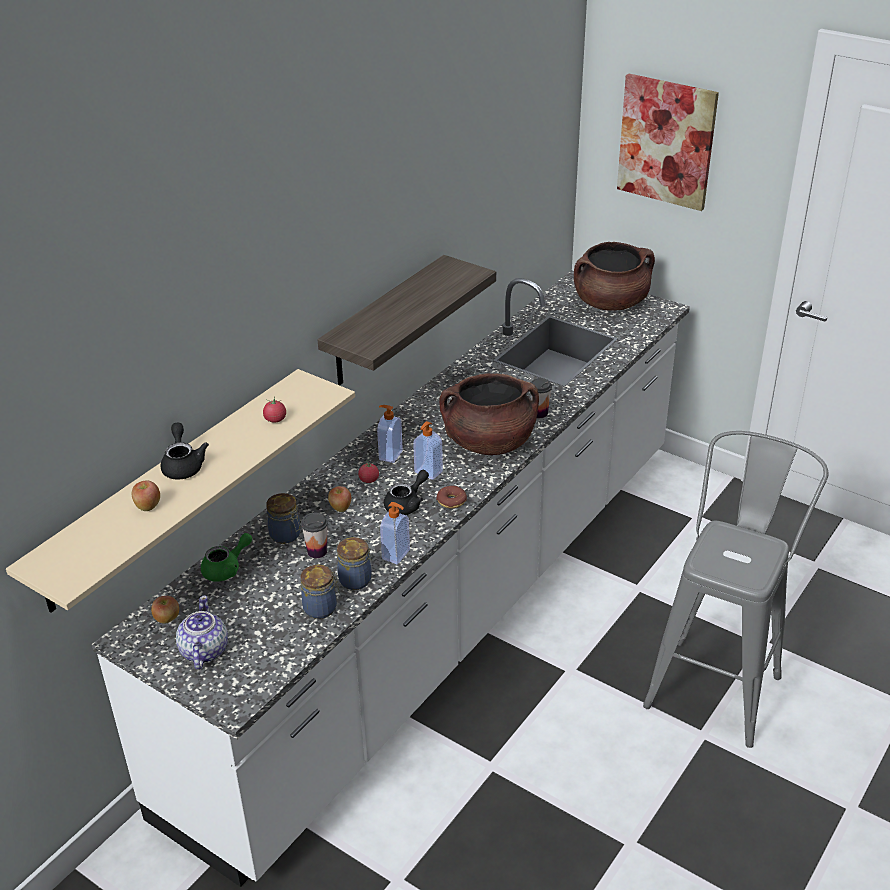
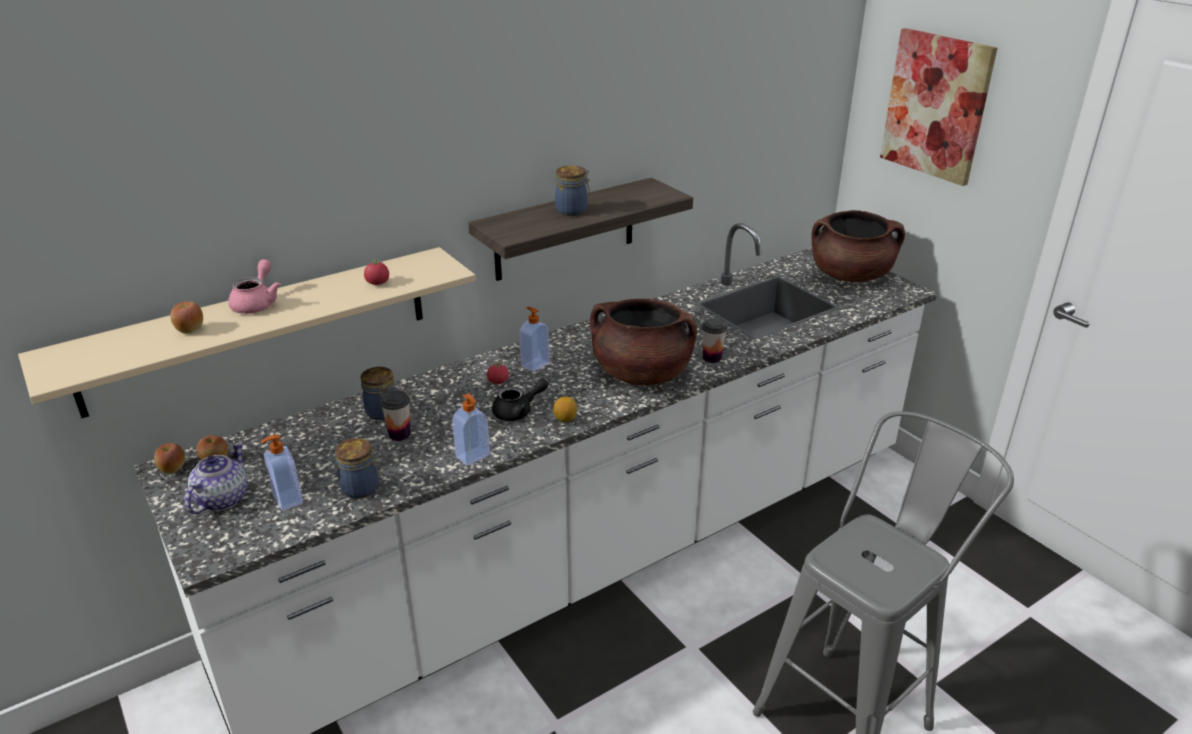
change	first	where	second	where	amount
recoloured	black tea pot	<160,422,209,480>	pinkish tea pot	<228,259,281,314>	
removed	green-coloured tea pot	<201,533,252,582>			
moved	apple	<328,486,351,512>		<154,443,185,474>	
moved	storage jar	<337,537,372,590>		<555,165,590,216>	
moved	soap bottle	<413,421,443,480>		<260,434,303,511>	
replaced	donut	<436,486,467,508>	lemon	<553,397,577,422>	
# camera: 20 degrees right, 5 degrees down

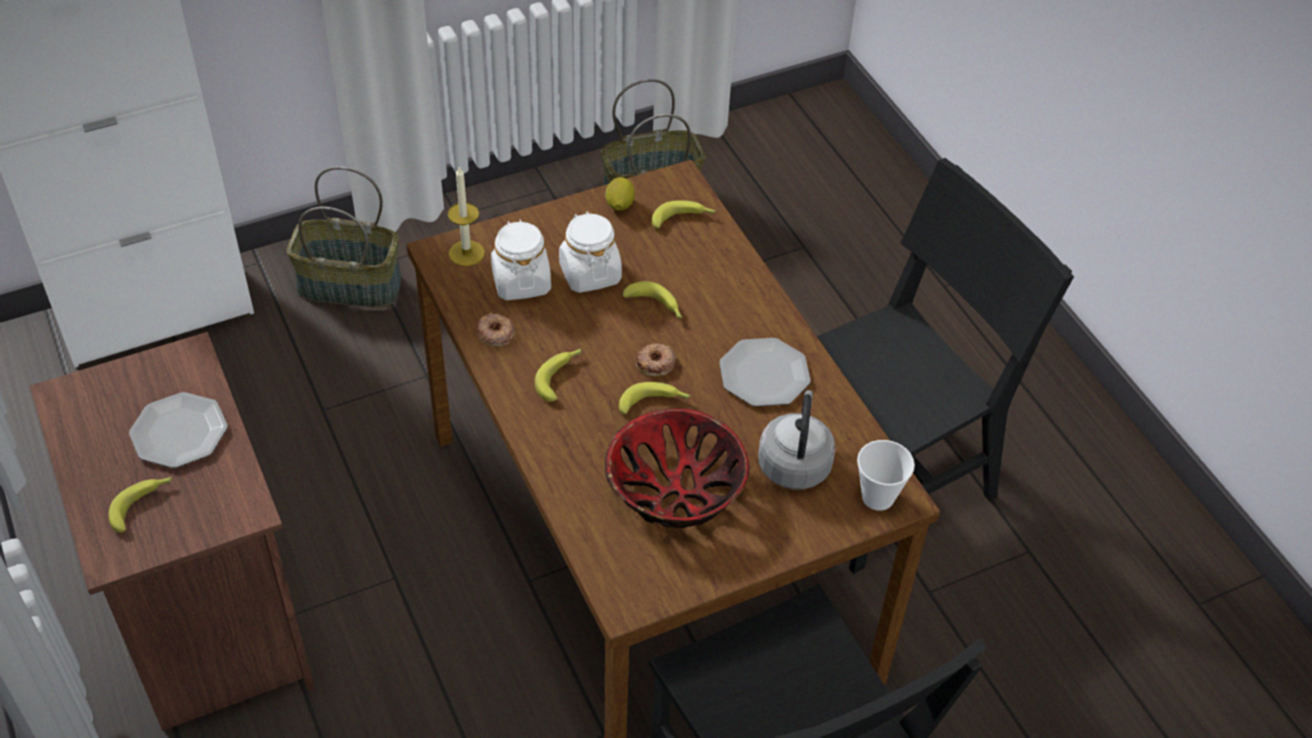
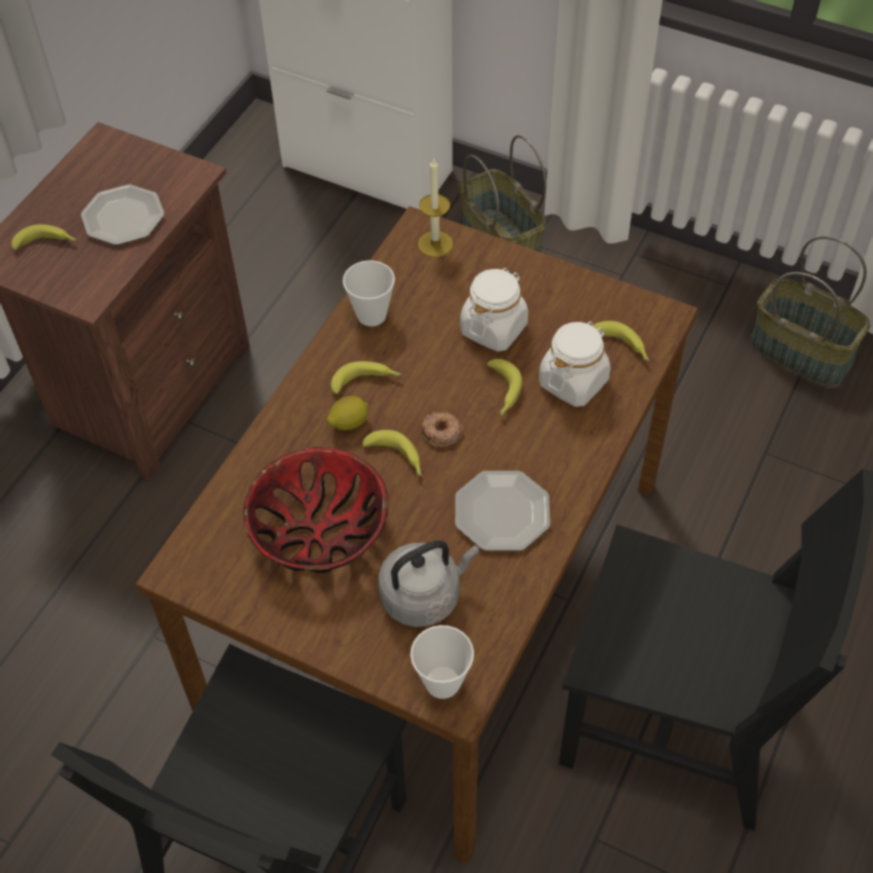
change	first	where	second	where	amount
replaced	donut	<477,313,515,346>	cup	<343,260,395,326>	
moved	whitish storage jar	<491,220,551,300>		<539,321,611,407>	
moved	lemon	<605,177,635,210>		<326,396,369,431>	
# camera: 55 degrees right, 5 degrees up

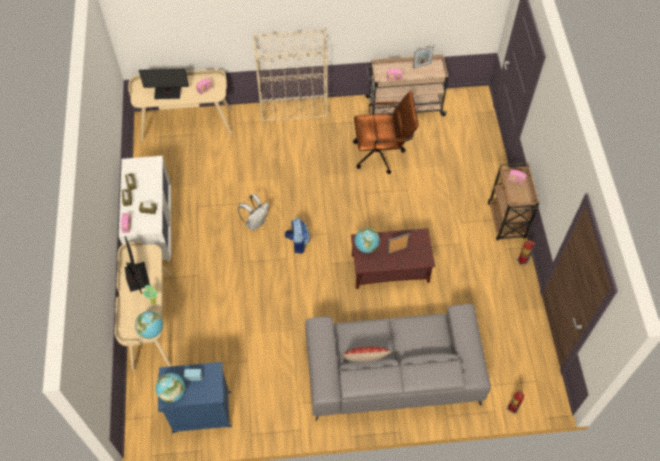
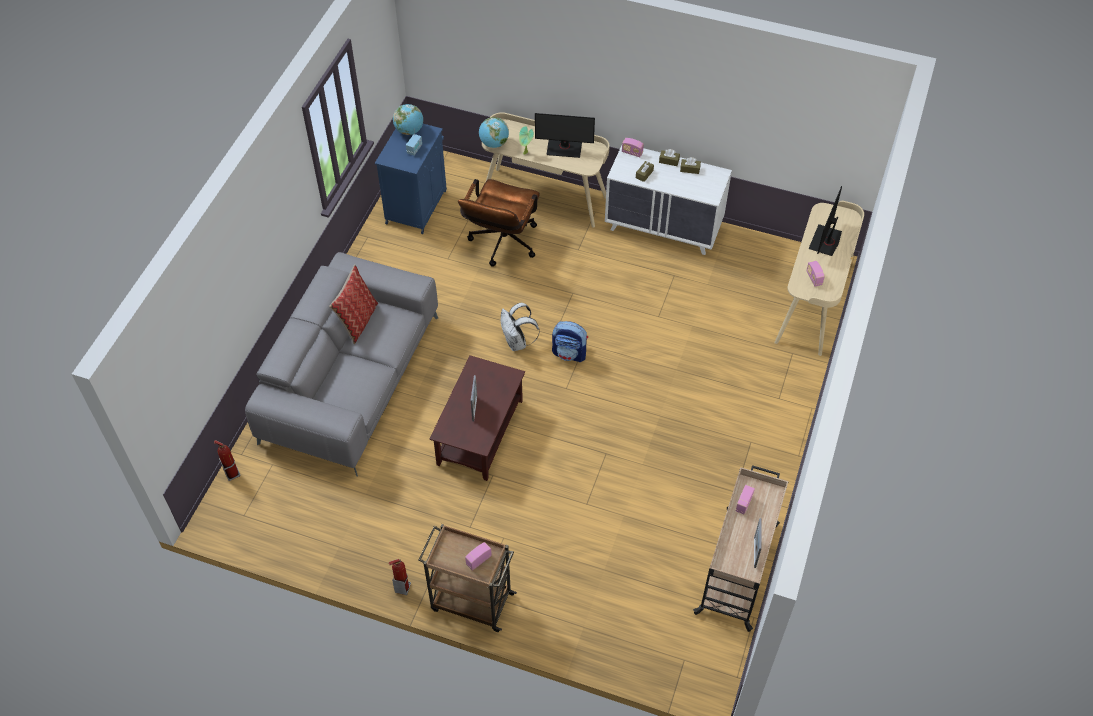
change	first	where	second	where	amount
moved	whitish backpack	<238,194,269,231>		<501,303,540,351>	
removed	beige bookcase	<253,30,328,124>			
moved	brown-coloured desk chair	<353,91,419,174>		<458,179,540,267>	
removed	world globe	<355,227,380,253>			
# camera: 115 degrees right, 5 degrees down

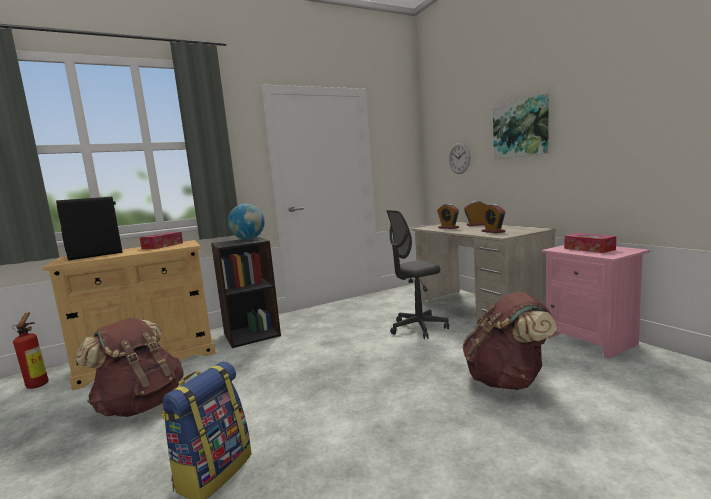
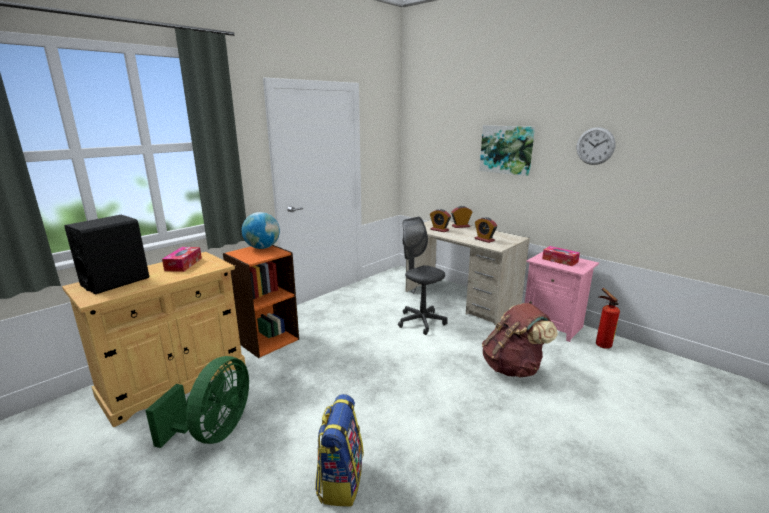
change	first	where	second	where	amount
moved	extinguisher	<12,312,49,389>		<596,288,620,349>	
replaced	brown-coloured backpack	<75,318,183,417>	green-coloured fan	<145,356,249,448>	
recoloured	black bookcase	<211,237,281,348>	orange bookcase	<223,245,299,358>	
turned	greyish desk chair	<386,210,449,339>		<398,217,448,335>	90 degrees clockwise
moved	wall clock	<449,143,470,174>		<577,127,616,165>	
# camera: 20 degrees left, 10 degrees up

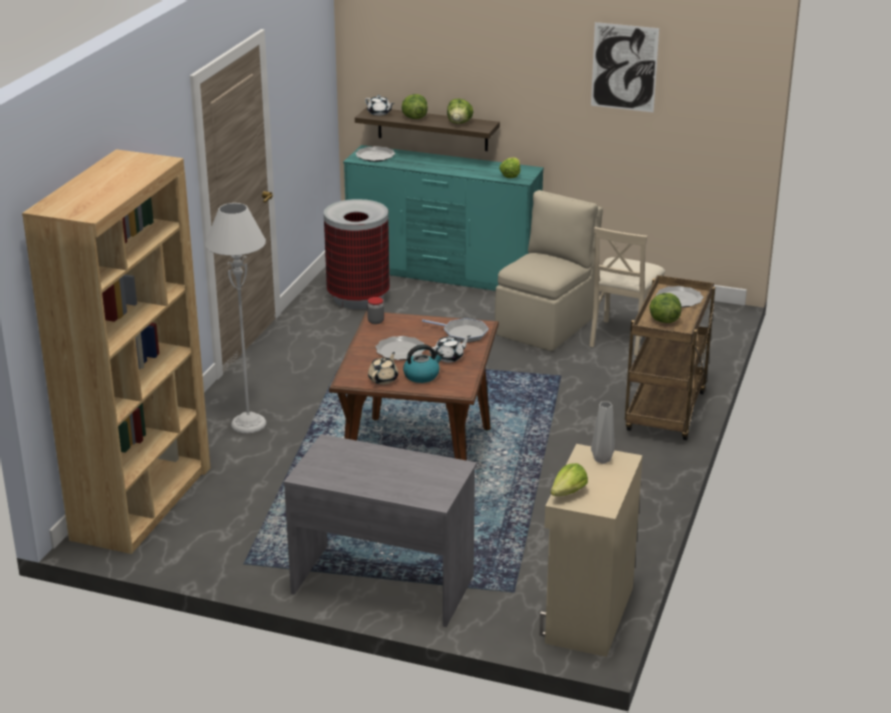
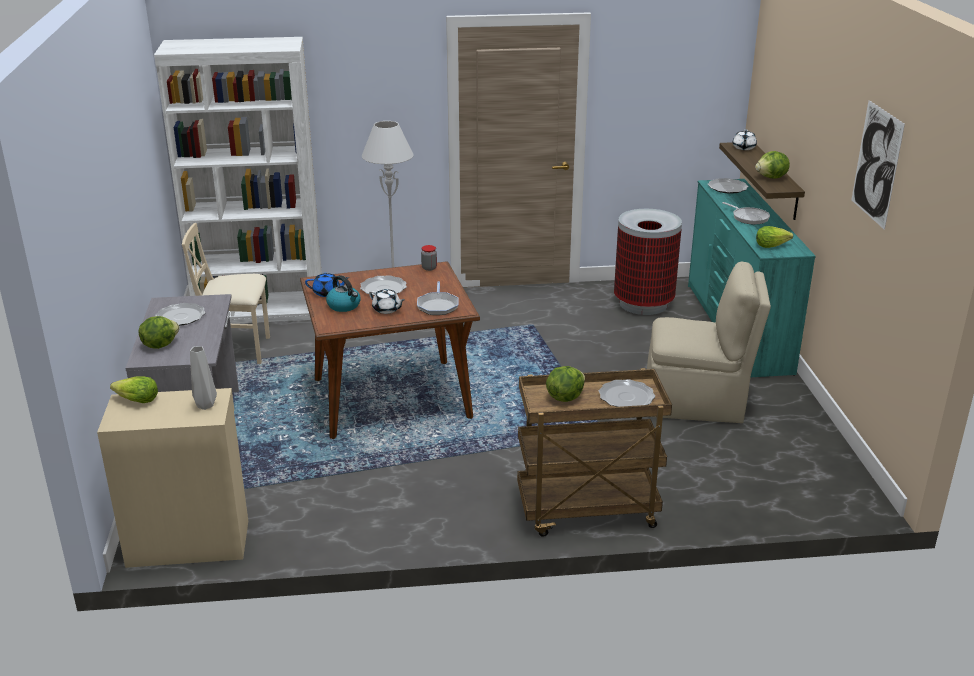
change	first	where	second	where	amount
recoloured	brown-coloured bookcase	<22,149,211,554>	whitish bookcase	<154,37,322,324>	
recoloured	beige tea pot	<368,352,398,385>	blue-coloured tea pot	<305,273,349,297>	
moved	head of lettuce	<402,94,428,119>		<138,316,180,349>	
moved	beige chair	<590,227,665,356>		<182,223,270,364>	
added			plate	<155,303,205,326>	
added			pan	<722,202,770,224>	
# camera: 65 degrees right, 0 degrees up

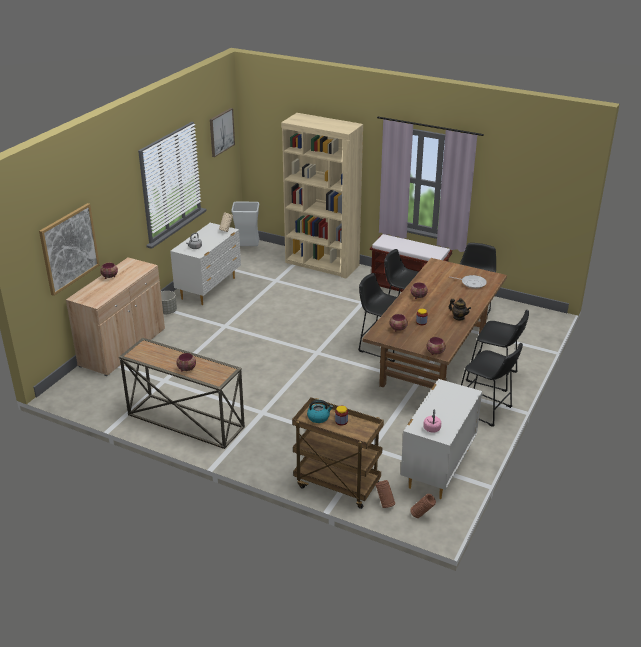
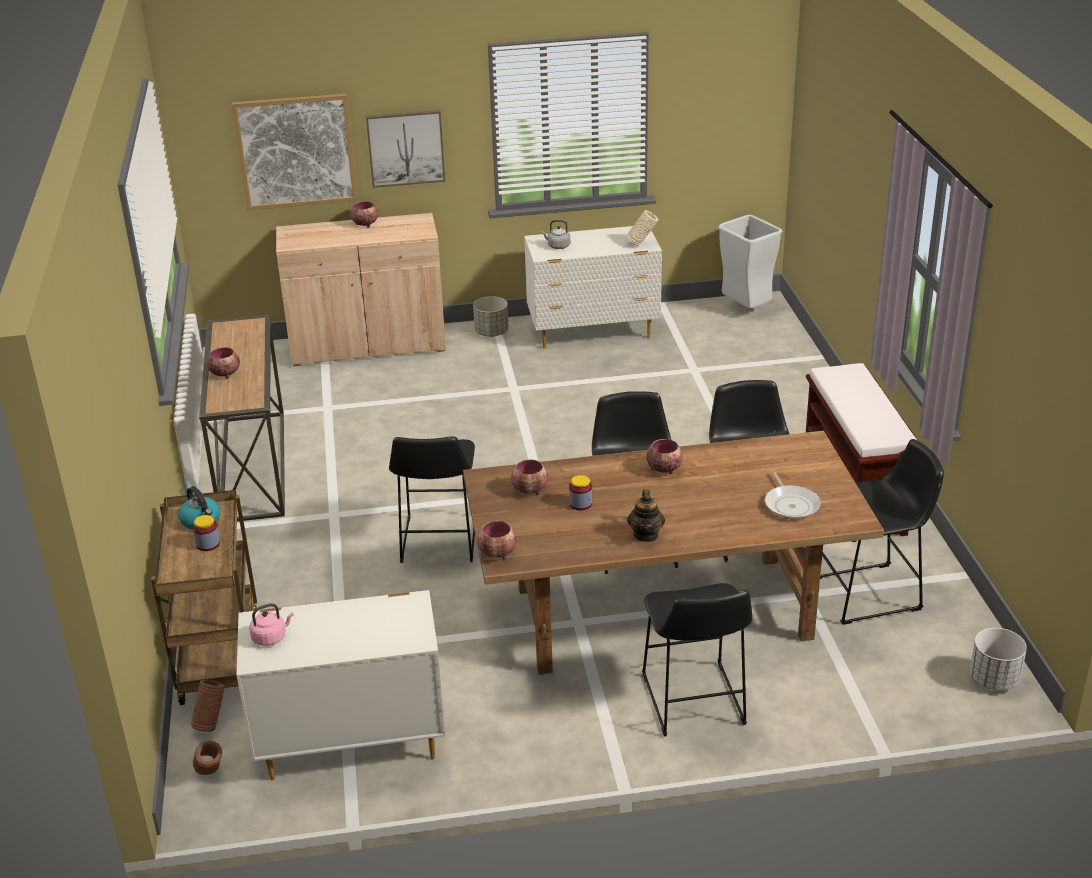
change	first	where	second	where	amount
moved	wall art	<210,108,235,157>		<366,110,445,188>	
removed	beige bookcase	<281,113,363,279>			
moved	black sitting stool	<461,343,523,427>		<389,436,475,563>	
added			whitish plant pot	<970,628,1027,691>	
# camera: 55 degrees right, 0 degrees up

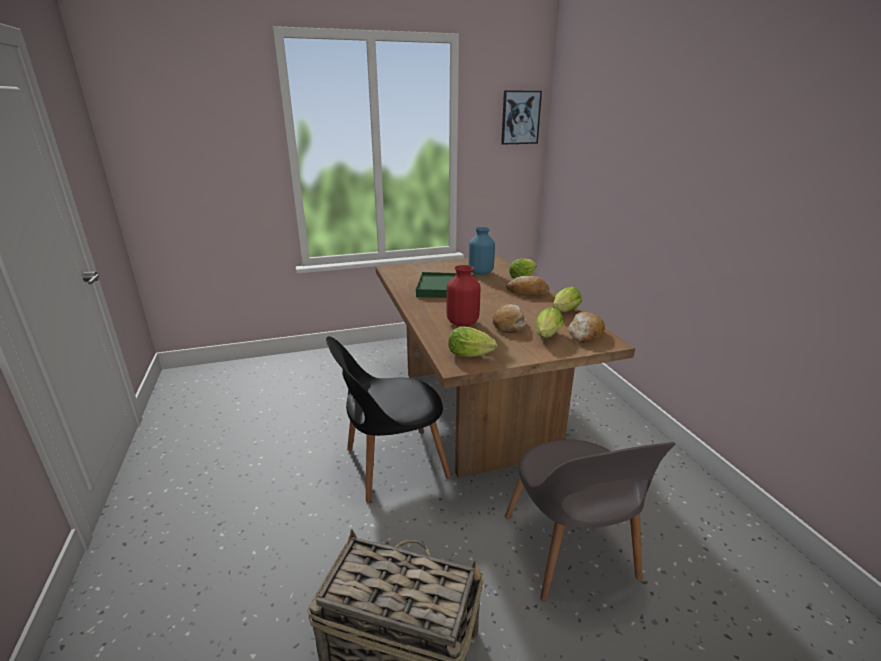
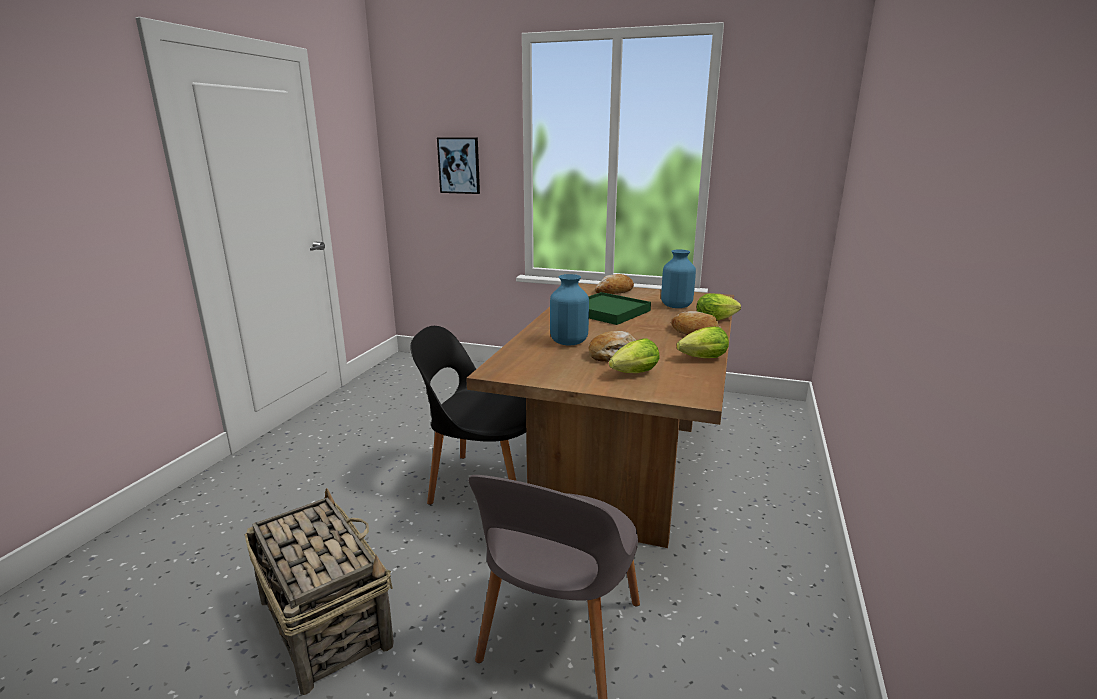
change	first	where	second	where	amount
recoloured	red vase	<447,265,480,326>	blue-coloured vase	<550,274,589,345>	
removed	head of lettuce	<448,327,497,357>			
moved	wall art	<501,91,542,145>		<437,138,480,194>	
moved	baked bread	<569,312,605,343>		<595,274,634,294>	
# camera: 35 degrees right, 5 degrees down

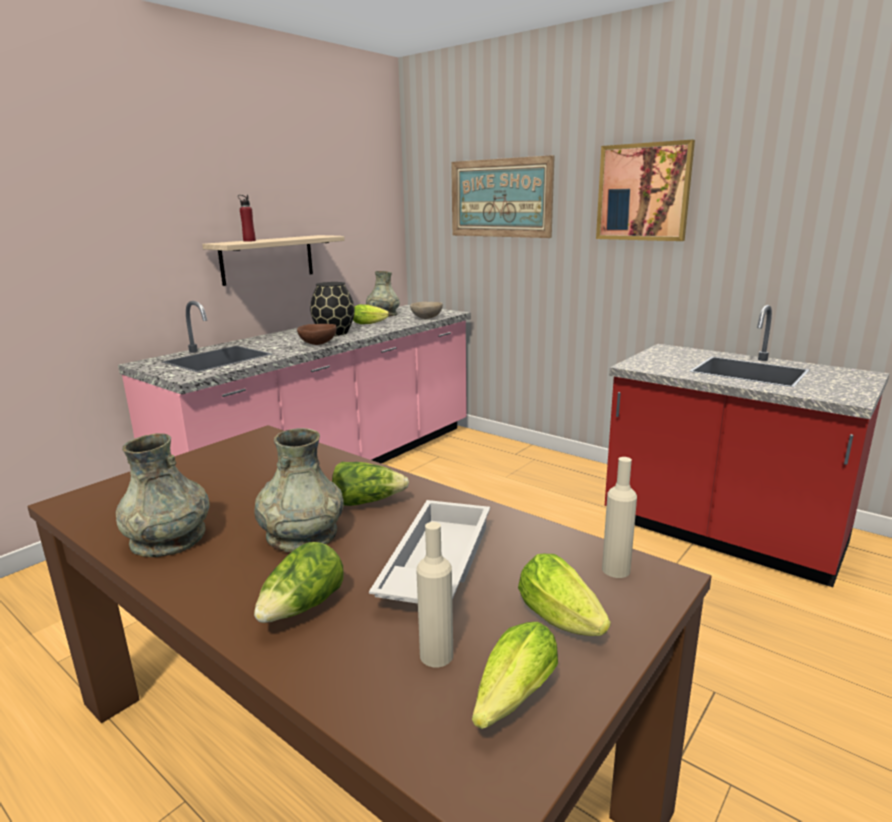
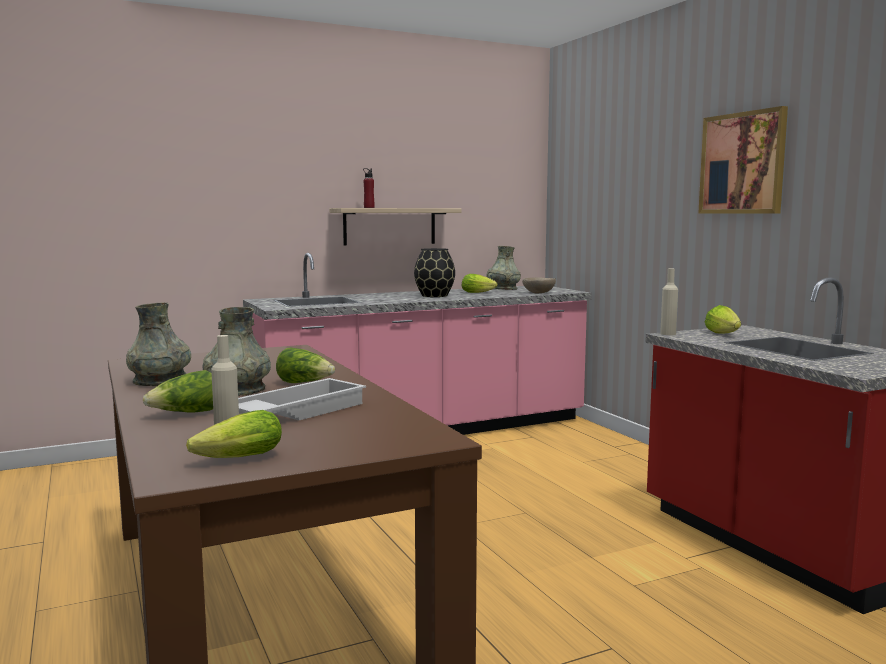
change	first	where	second	where	amount
removed	brown-coloured deep dish	<297,324,337,345>			
removed	wall art	<451,155,555,238>			
moved	head of lettuce	<518,554,611,636>		<705,305,741,334>	
moved	beige bottle	<602,457,637,578>		<660,269,678,335>	
# camera: 25 degrees right, 10 degrees down

